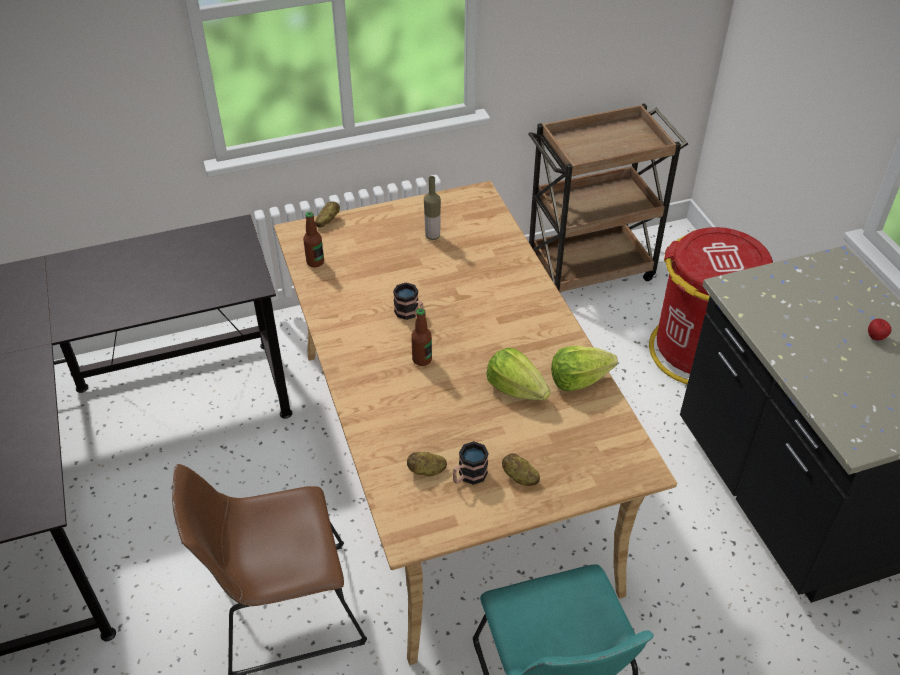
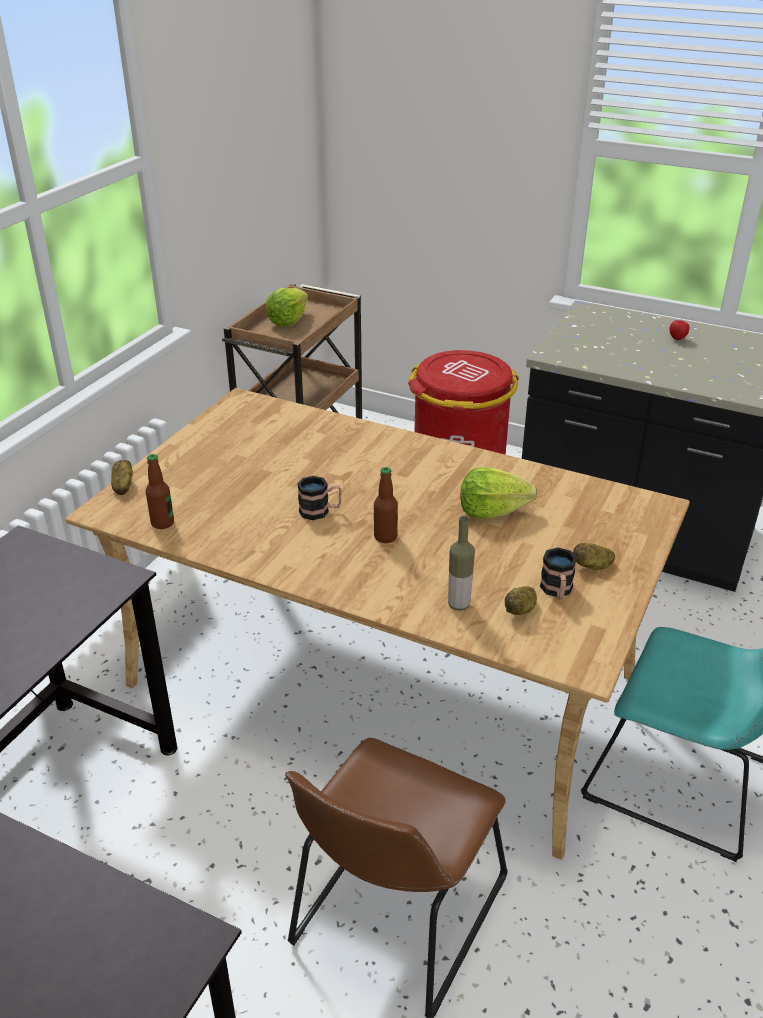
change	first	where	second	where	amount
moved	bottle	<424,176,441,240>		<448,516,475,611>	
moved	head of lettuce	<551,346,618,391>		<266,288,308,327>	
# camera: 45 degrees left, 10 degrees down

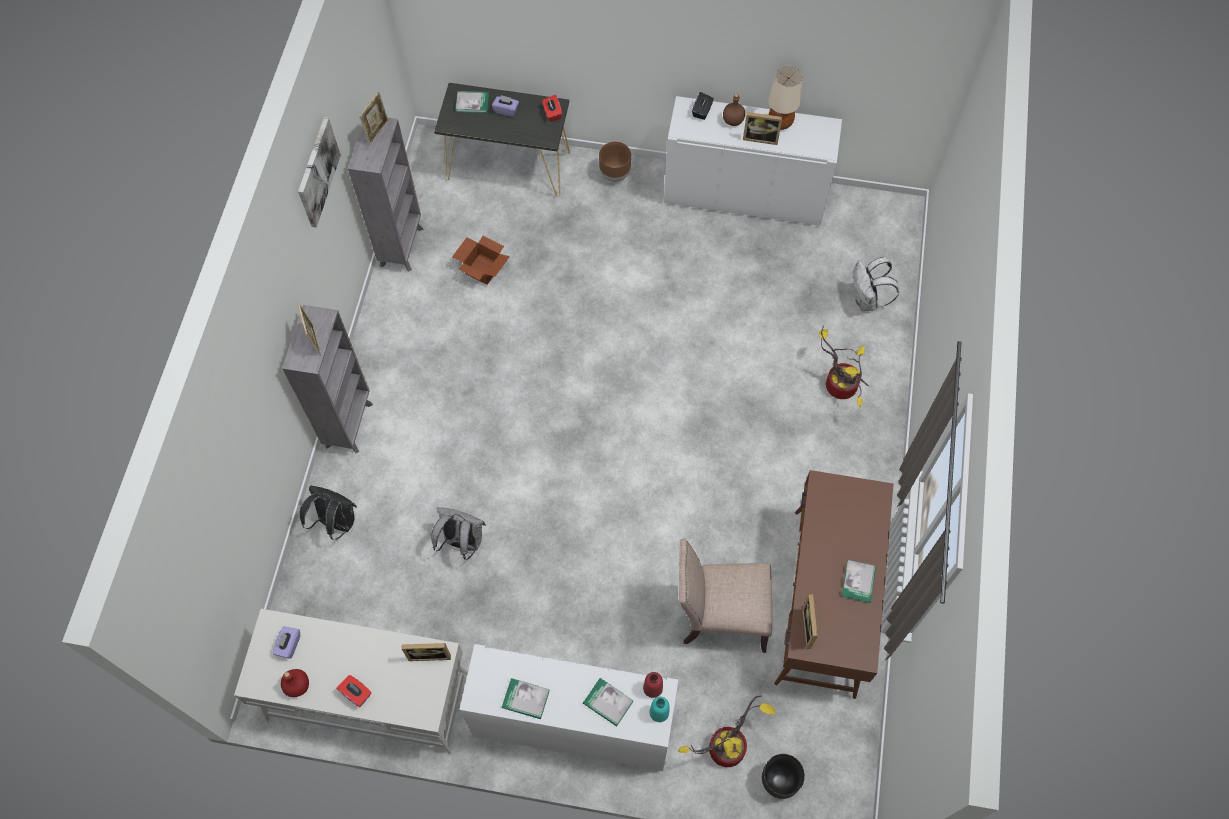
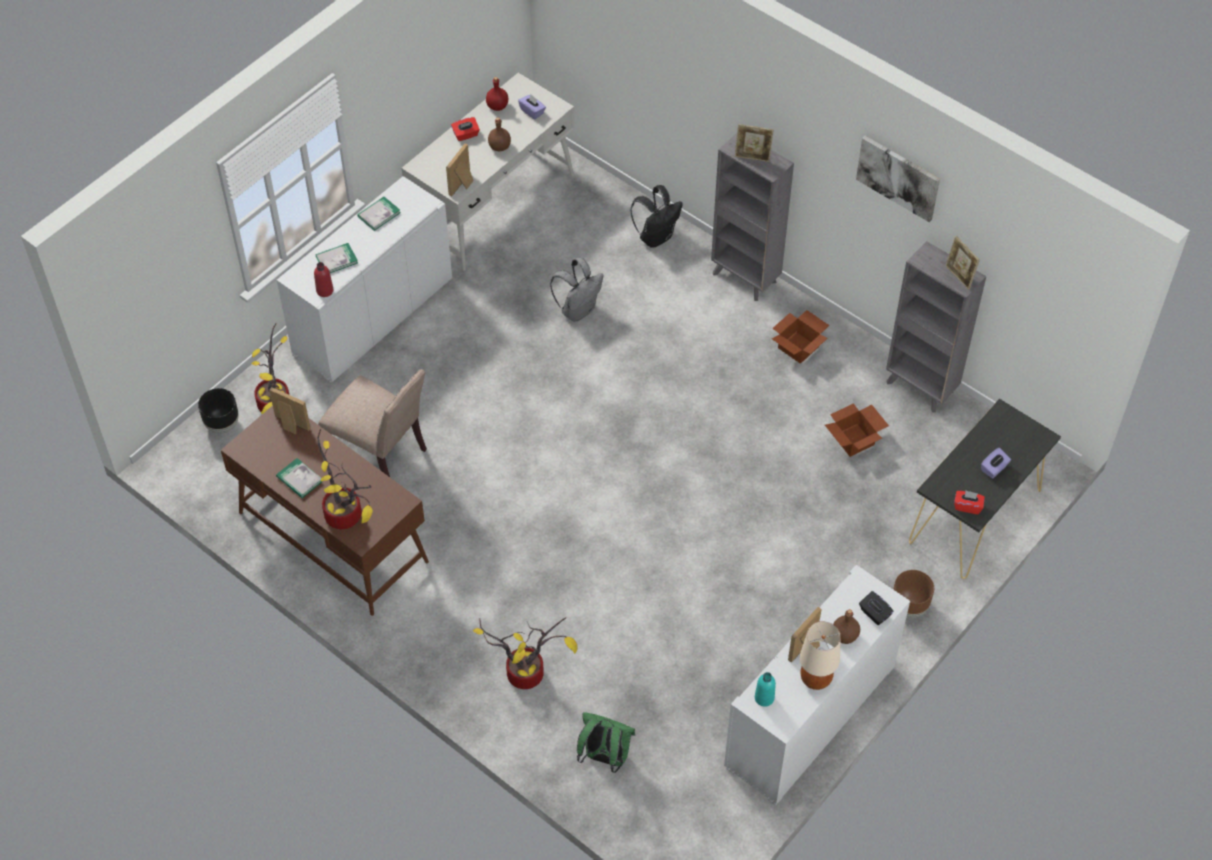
change	first	where	second	where	amount
removed	book	<456,91,489,113>			
moved	blue-green bottle	<649,697,669,722>		<755,672,776,707>	
turned	beige chair	<679,539,772,653>		<318,369,427,477>	90 degrees clockwise
recoloured	whitish backpack	<853,257,899,311>	green-coloured backpack	<577,712,635,773>	
added			plant in a pot	<317,429,373,529>	
added			brown-coloured bottle	<488,117,511,151>	
added			carton	<772,310,829,364>	
# camera: 120 degrees right, 10 degrees down

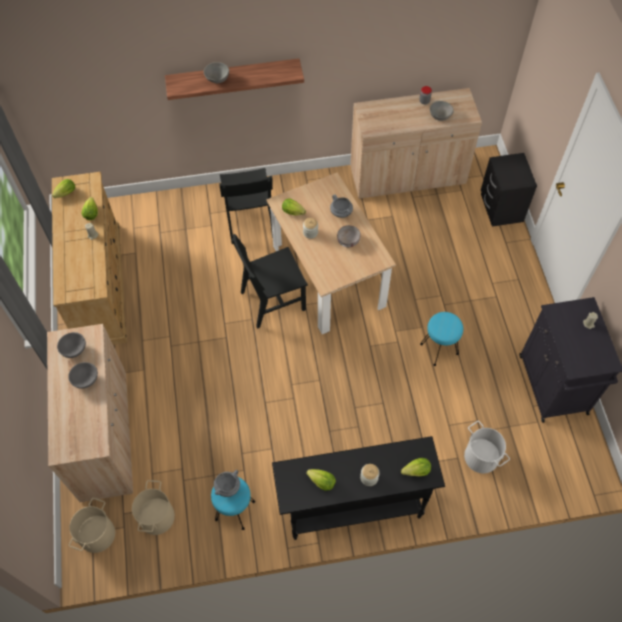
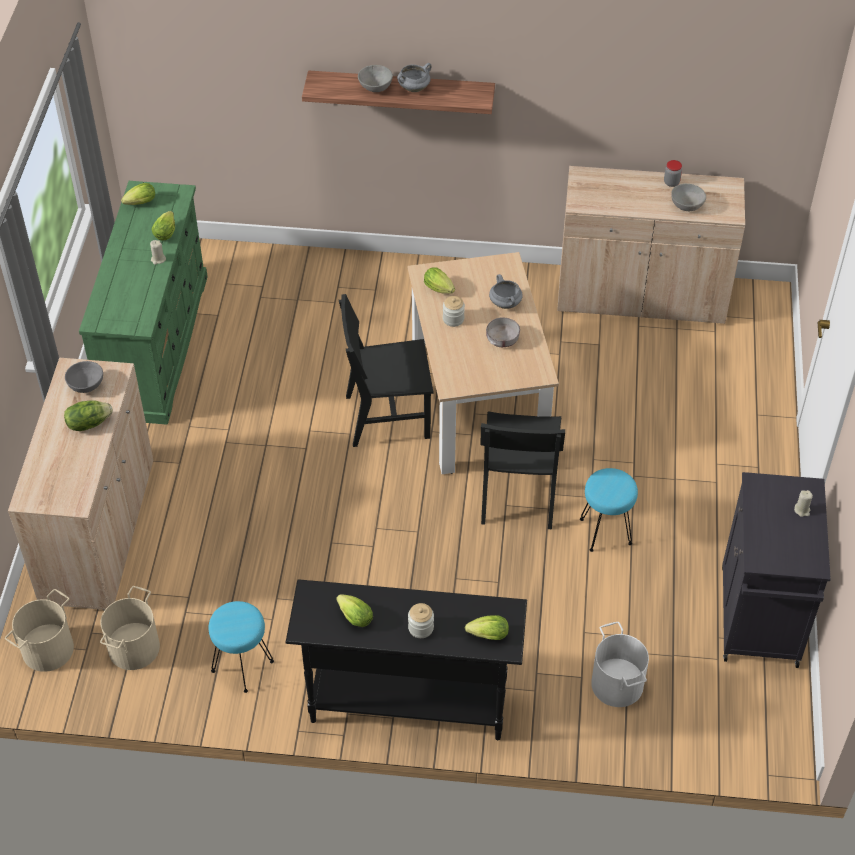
change	first	where	second	where	amount
recoloured	beige dresser	<52,172,127,345>	green-coloured dresser	<79,181,208,425>	
replaced	greyish deep dish	<68,362,98,389>	head of lettuce	<64,400,113,431>	
moved	greyish cooking pot	<214,470,240,497>		<397,63,431,92>	
moved	black chair	<219,168,273,244>		<481,411,565,529>	
removed	black night table	<481,153,537,227>			
# camera: 15 degrees right, 10 degrees down

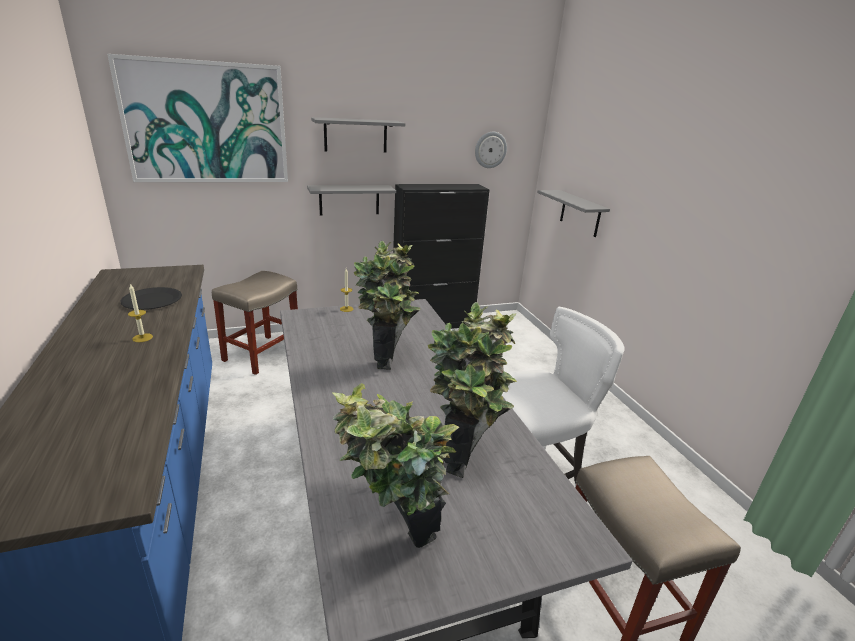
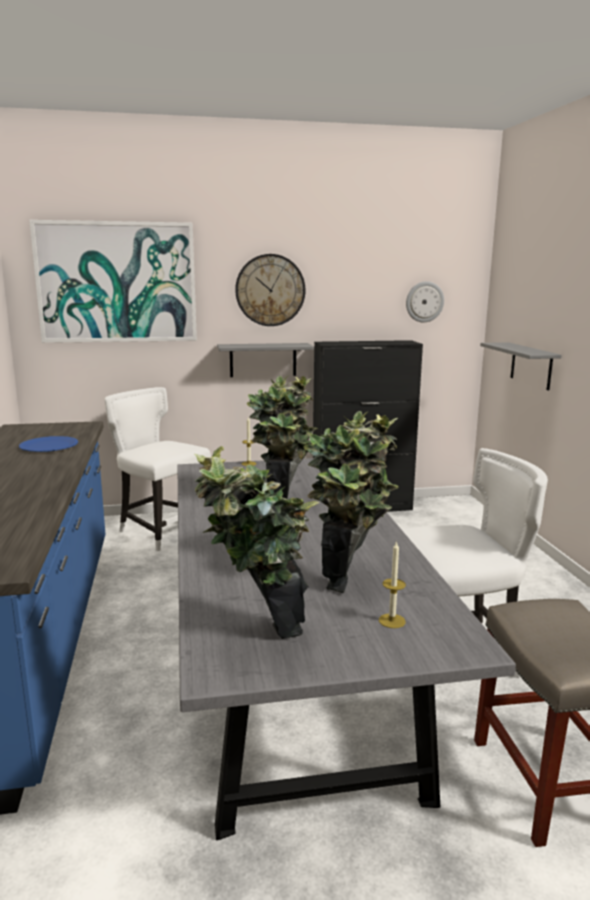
change	first	where	second	where	amount
recoloured	black plate	<120,287,182,310>	blue-coloured plate	<19,436,78,452>	
moved	candle	<128,284,153,342>		<379,541,406,628>	
replaced	beige sitting stool	<212,271,298,375>	whitish chair	<105,387,211,551>	
replaced	greyish shelf	<311,117,406,153>	wall clock	<235,254,305,326>	
# camera: 10 degrees right, 10 degrees down

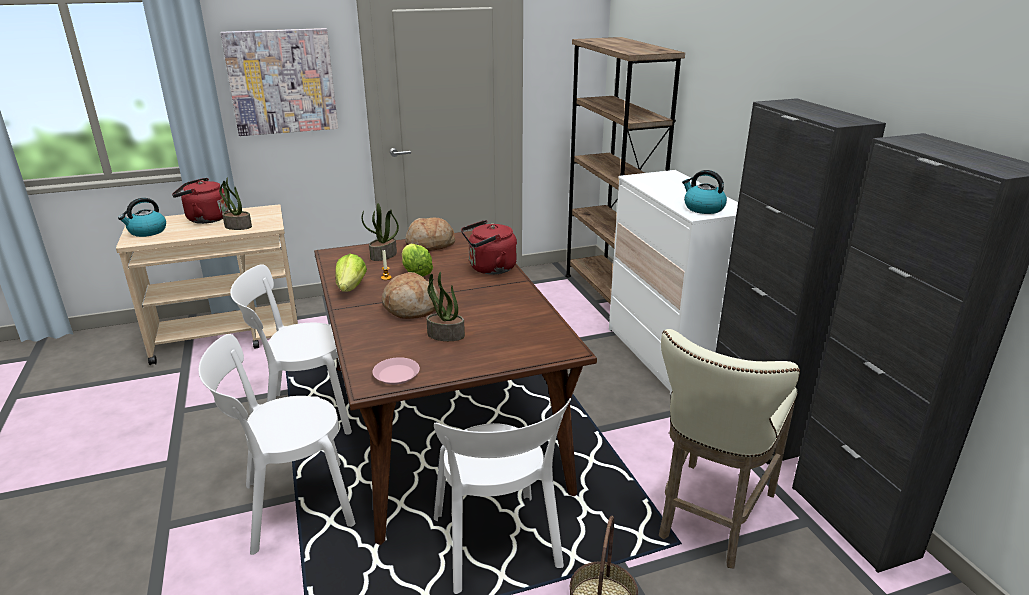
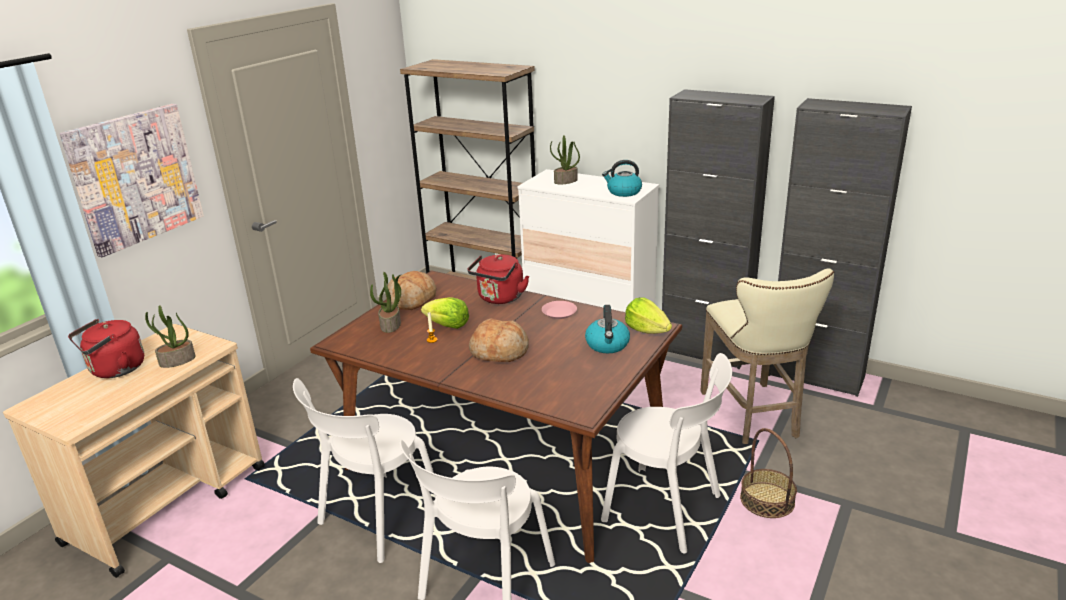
change	first	where	second	where	amount
moved	water kettle	<118,198,166,237>		<585,305,630,353>	
moved	head of lettuce	<335,254,367,292>		<625,297,672,334>	
moved	pinkish plate	<372,357,420,385>		<542,301,577,319>	
moved	plant in a pot	<426,272,465,341>		<550,135,580,184>	
# camera: 40 degrees left, 0 degrees up

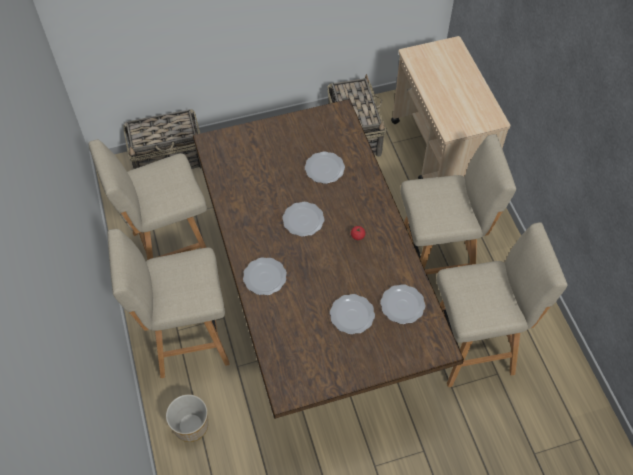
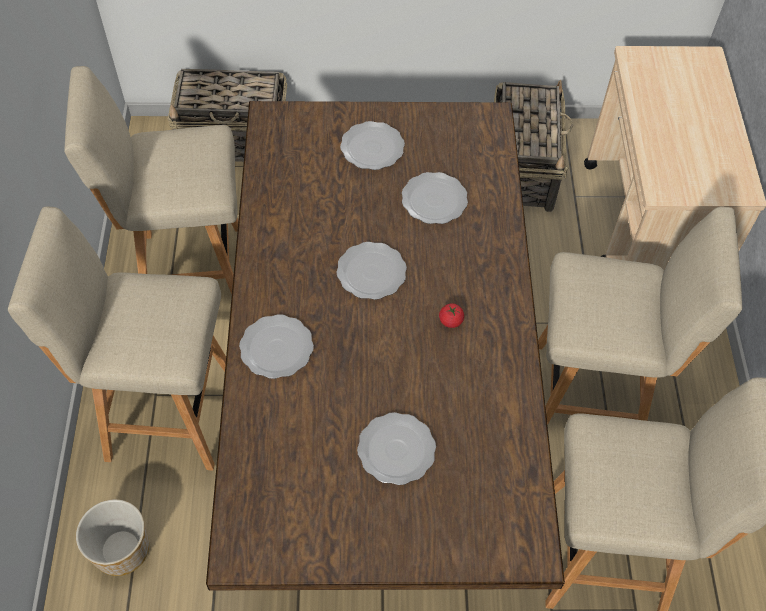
change	first	where	second	where	amount
moved	plate	<380,284,425,324>		<340,121,405,170>	
# camera: 15 degrees right, 0 degrees up

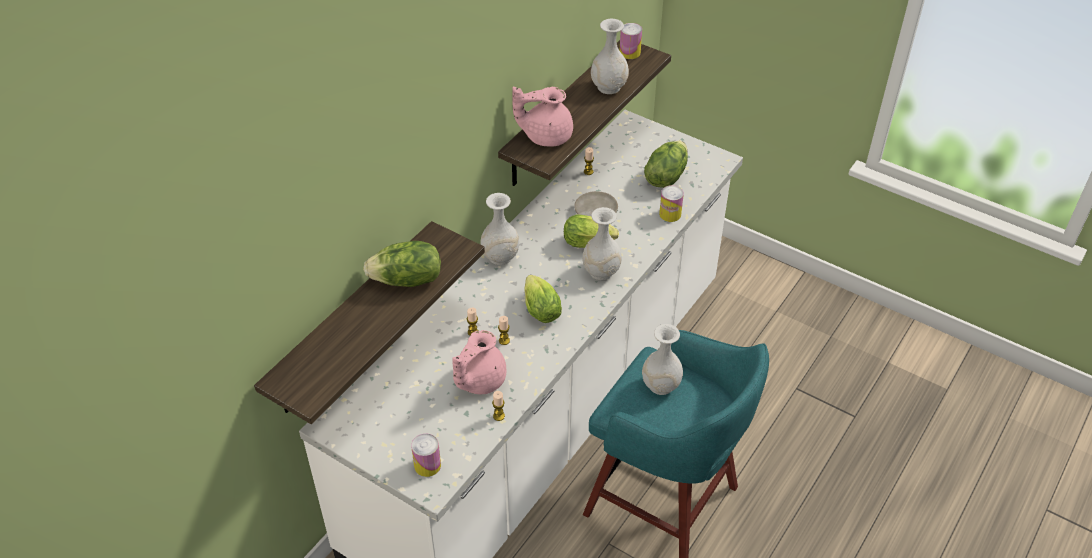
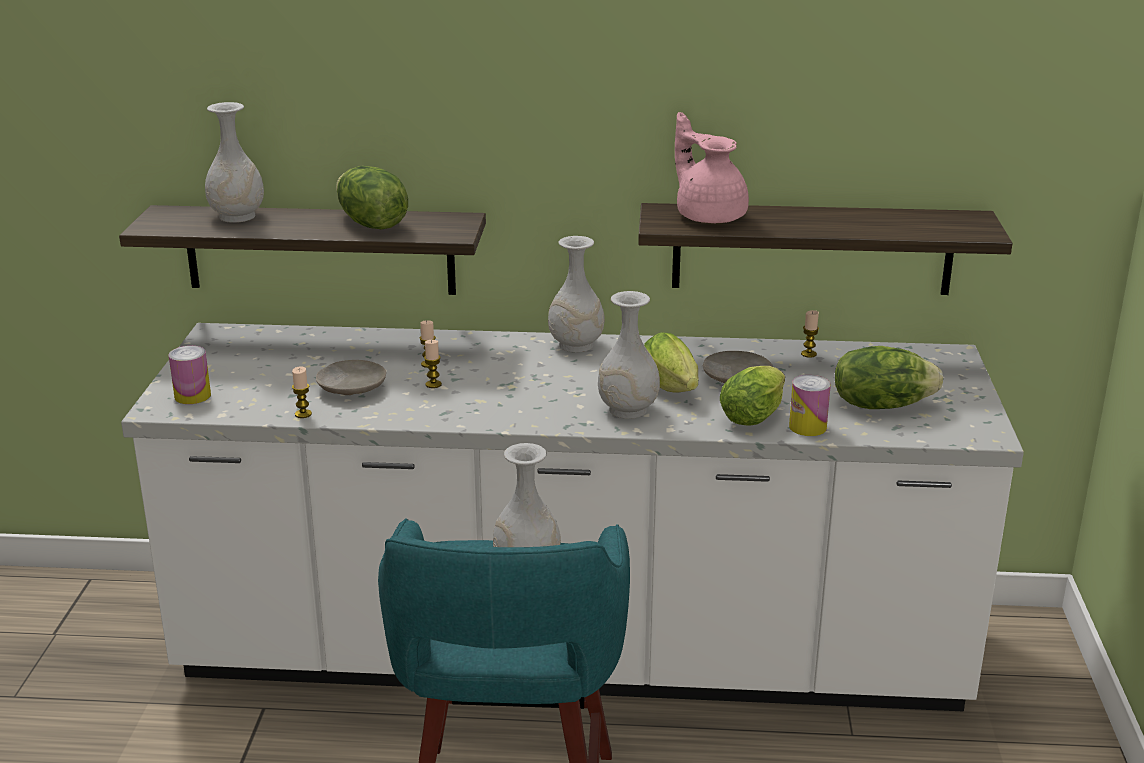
change	first	where	second	where	amount
replaced	pinkish tea pot	<452,330,506,394>	beige plate	<316,360,386,395>	
moved	head of lettuce	<524,275,562,323>		<720,366,785,426>	
moved	whitish vase	<591,19,629,94>		<205,102,264,223>	
removed	metal can	<619,23,642,59>			
# camera: 60 degrees right, 20 degrees down

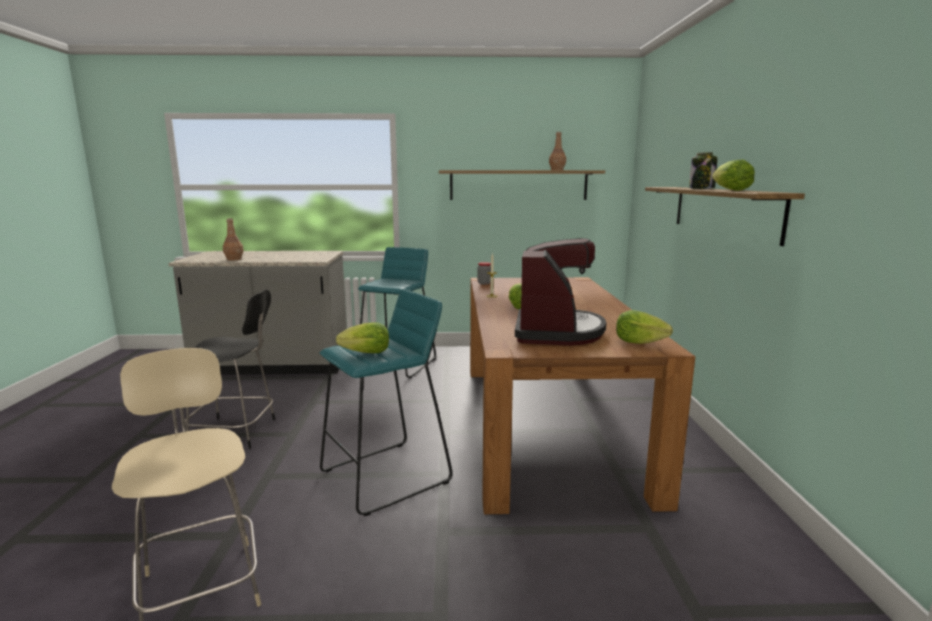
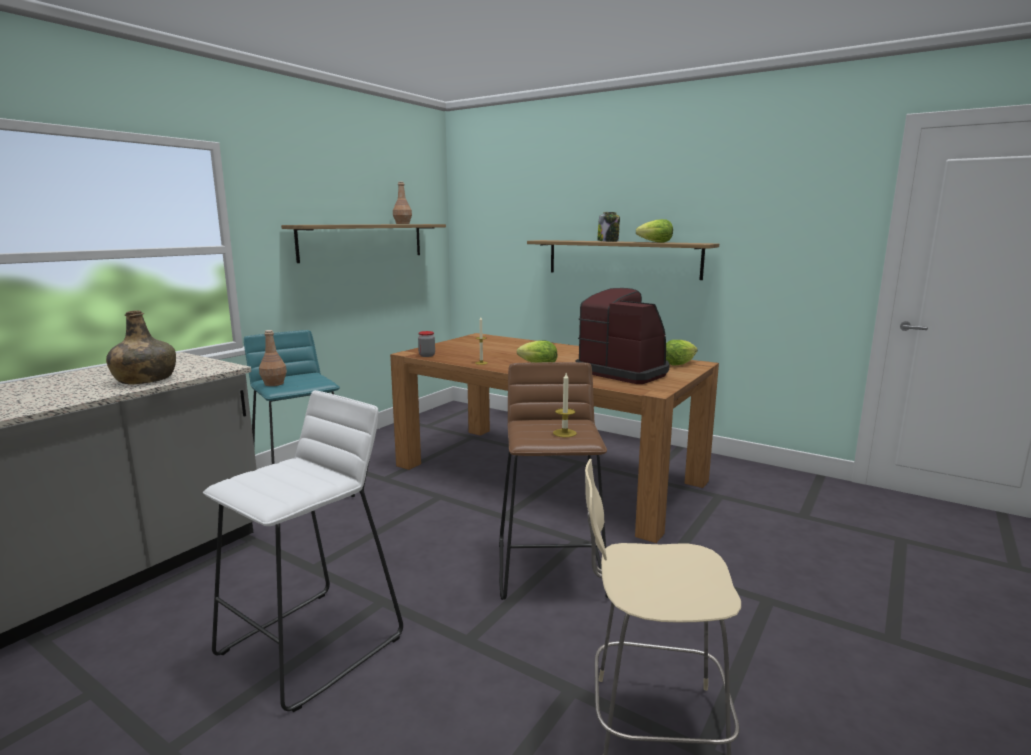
change	first	where	second	where	amount
replaced	black chair	<185,290,275,449>	whitish sitting stool	<203,390,403,712>	
moved	brown-coloured bottle	<223,218,244,261>		<259,330,287,386>	
recoloured	blue-green sitting stool	<319,289,453,516>	brown-coloured sitting stool	<499,362,608,600>	
replaced	head of lettuce	<336,322,389,353>	candle	<553,373,577,437>	
added			green-coloured bottle	<106,310,176,384>	
# camera: 55 degrees left, 0 degrees up

